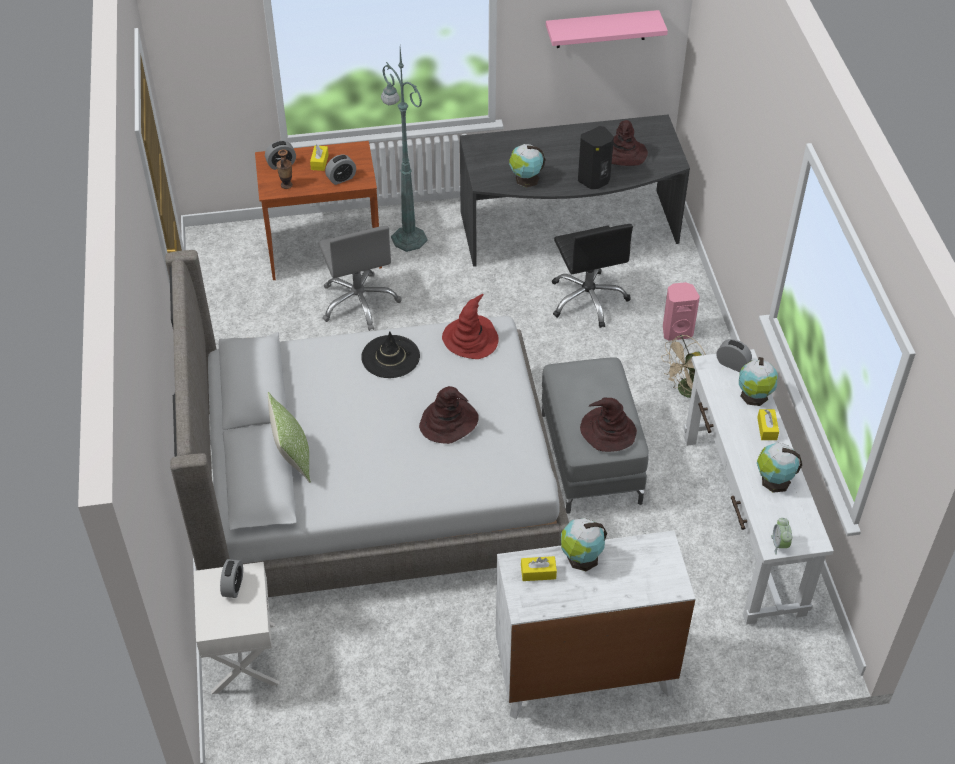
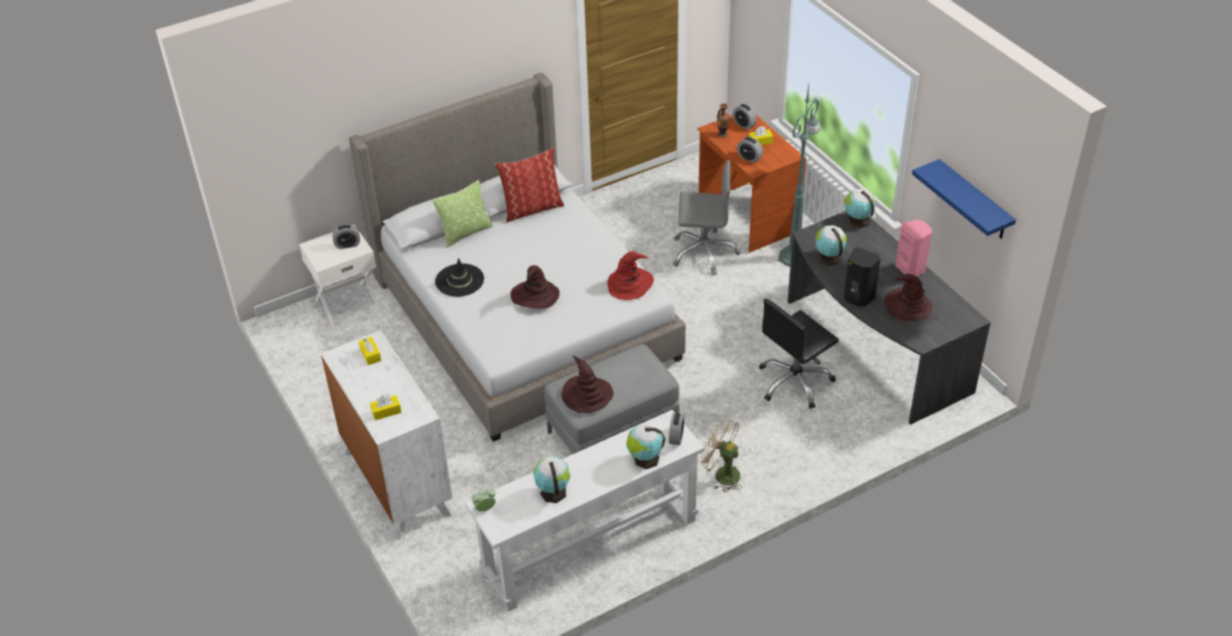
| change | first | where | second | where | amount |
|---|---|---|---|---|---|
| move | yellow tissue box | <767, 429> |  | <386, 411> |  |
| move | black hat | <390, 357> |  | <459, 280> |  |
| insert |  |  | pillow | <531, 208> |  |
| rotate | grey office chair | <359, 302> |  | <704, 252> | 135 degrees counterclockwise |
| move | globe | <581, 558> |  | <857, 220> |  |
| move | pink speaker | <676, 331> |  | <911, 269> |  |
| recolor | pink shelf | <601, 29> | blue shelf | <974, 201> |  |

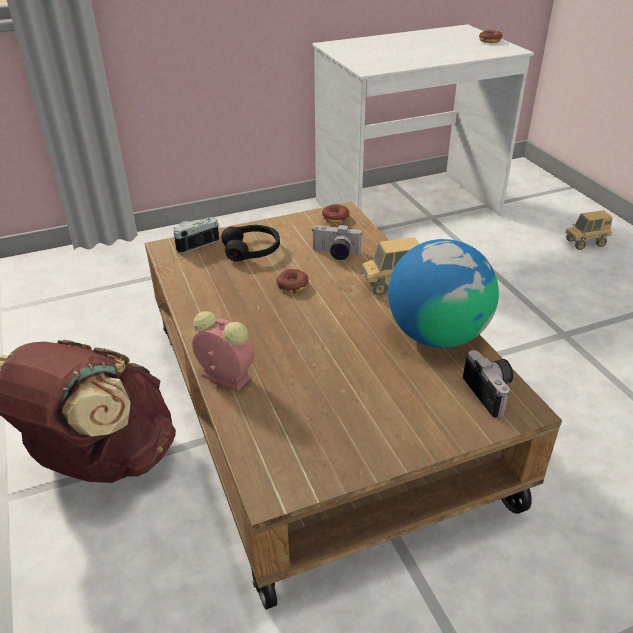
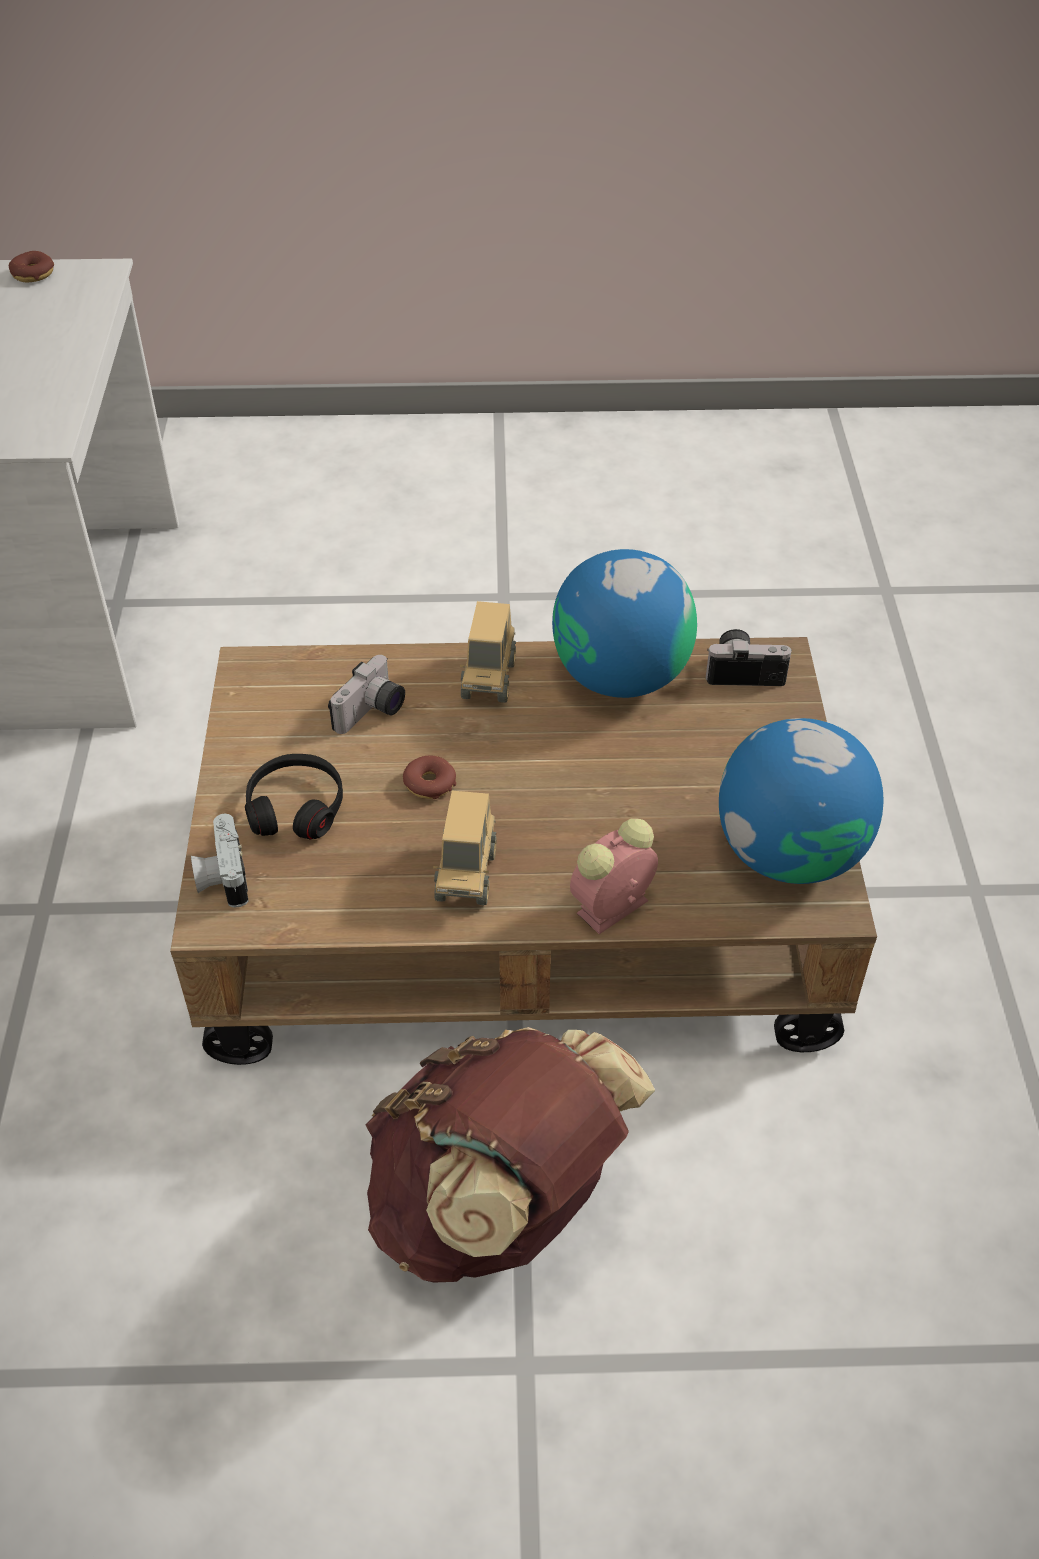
| change | first | where | second | where | amount |
|---|---|---|---|---|---|
| move | toy truck | <585, 243> |  | <466, 874> |  |
| insert |  |  | globe | <789, 853> |  |
| delete | donut | <335, 218> |  |  |  |

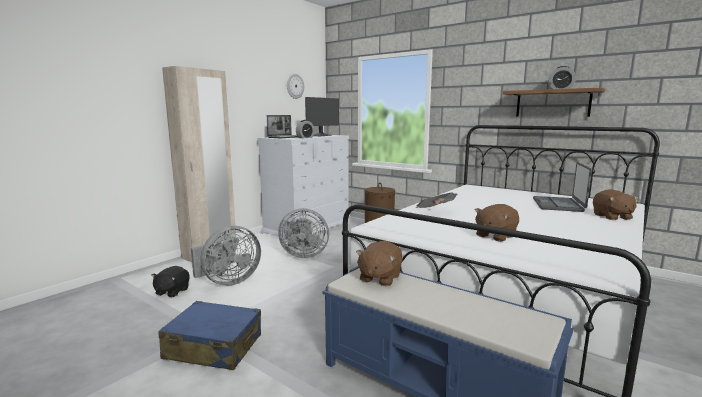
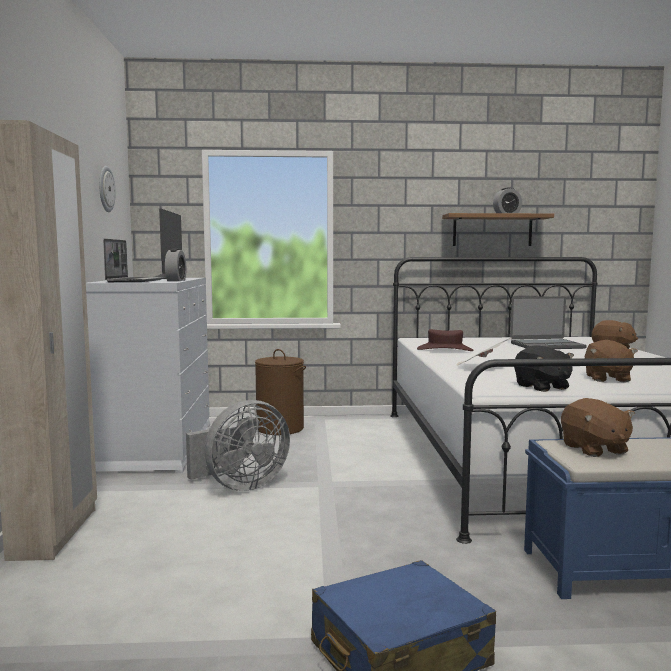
| change | first | where | second | where | amount |
|---|---|---|---|---|---|
| insert |  |  | brown hat | <445, 349> |  |
| rotate | laptop | <558, 205> |  | <546, 345> | 75 degrees counterclockwise |
| move | black plush toy | <172, 291> |  | <542, 387> |  |
| delete | grey fan | <228, 281> |  |  |  |

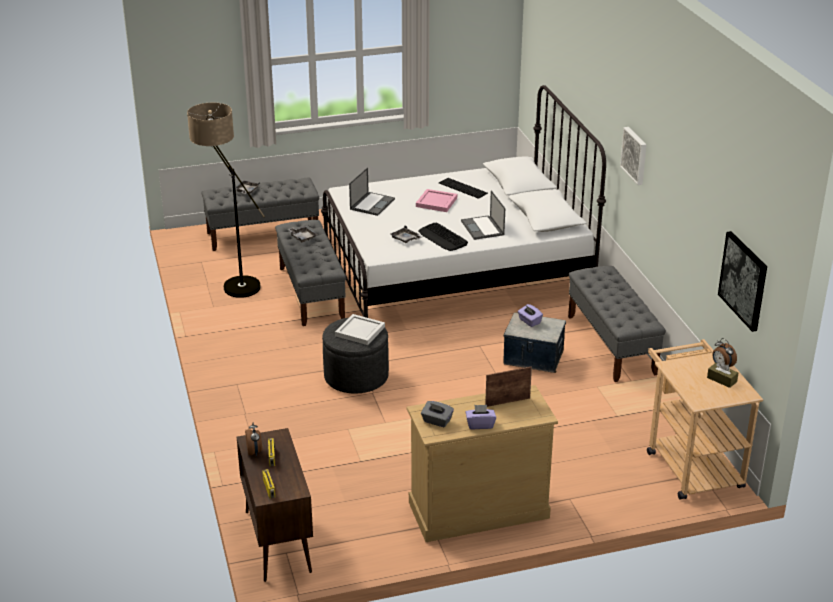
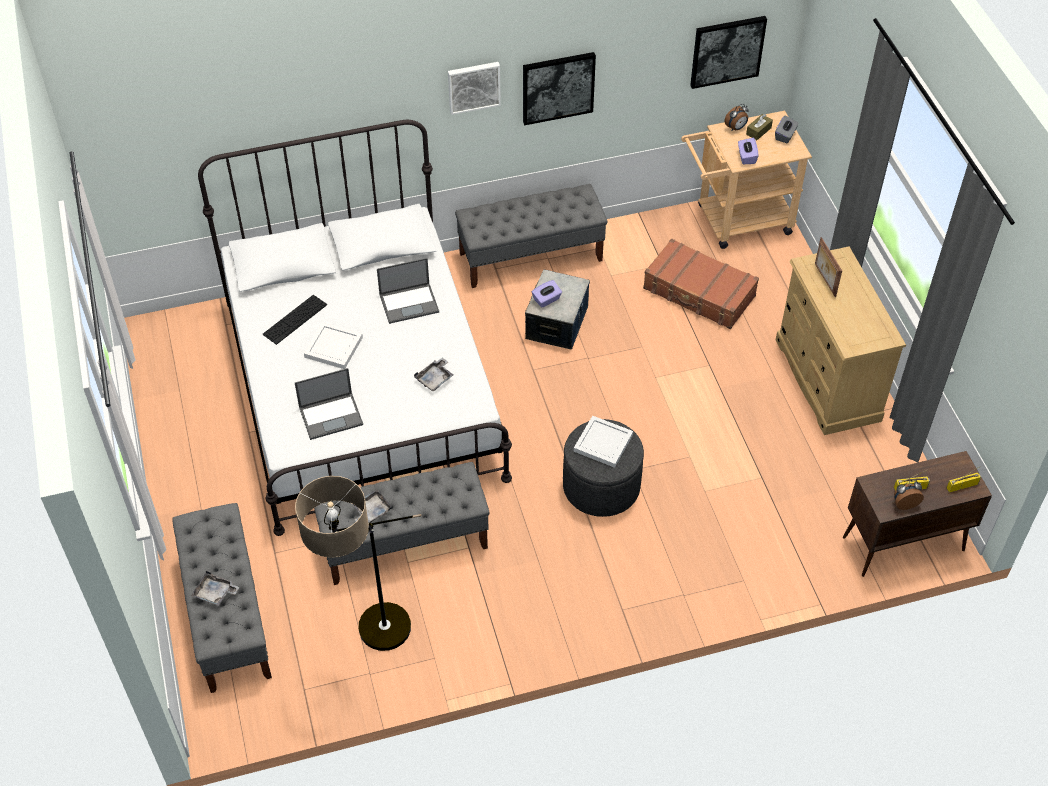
| change | first | where | second | where | amount |
|---|---|---|---|---|---|
| rotate | laptop | <372, 204> |  | <331, 415> | 135 degrees clockwise |
| recolor | pink tray | <437, 202> | white tray | <333, 346> |  |
| insert |  |  | picture | <558, 87> |  |
| insert |  |  | brown suitcase | <699, 293> |  |
| move | purple tissue box | <480, 424> |  | <746, 157> |  |
| move | grey tissue box | <436, 421> |  | <785, 136> |  |
| delete | keyboard | <442, 238> |  |  |  |

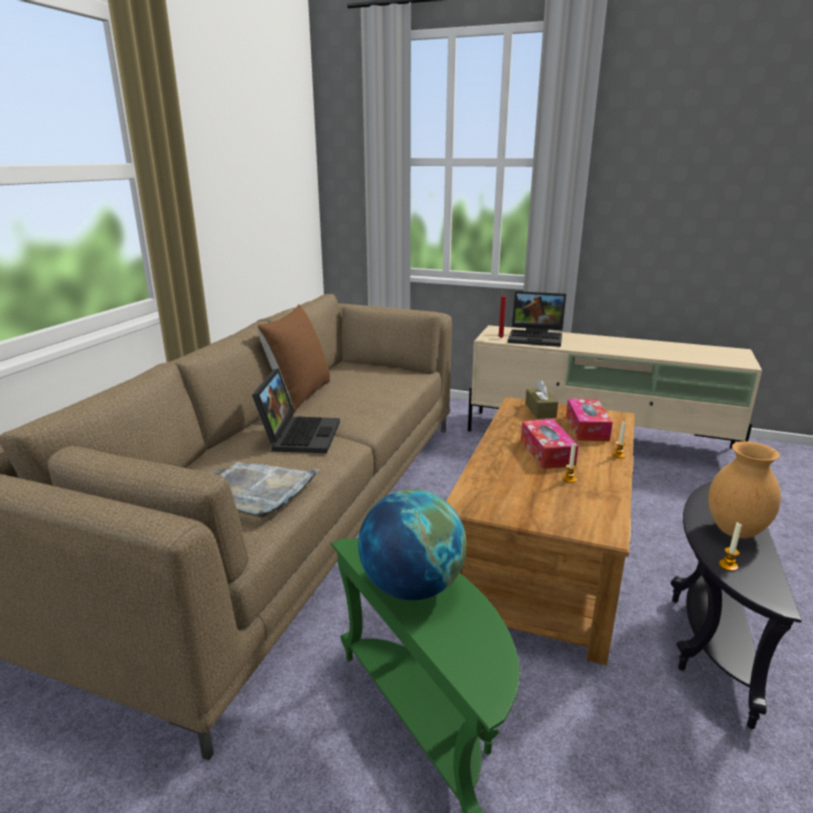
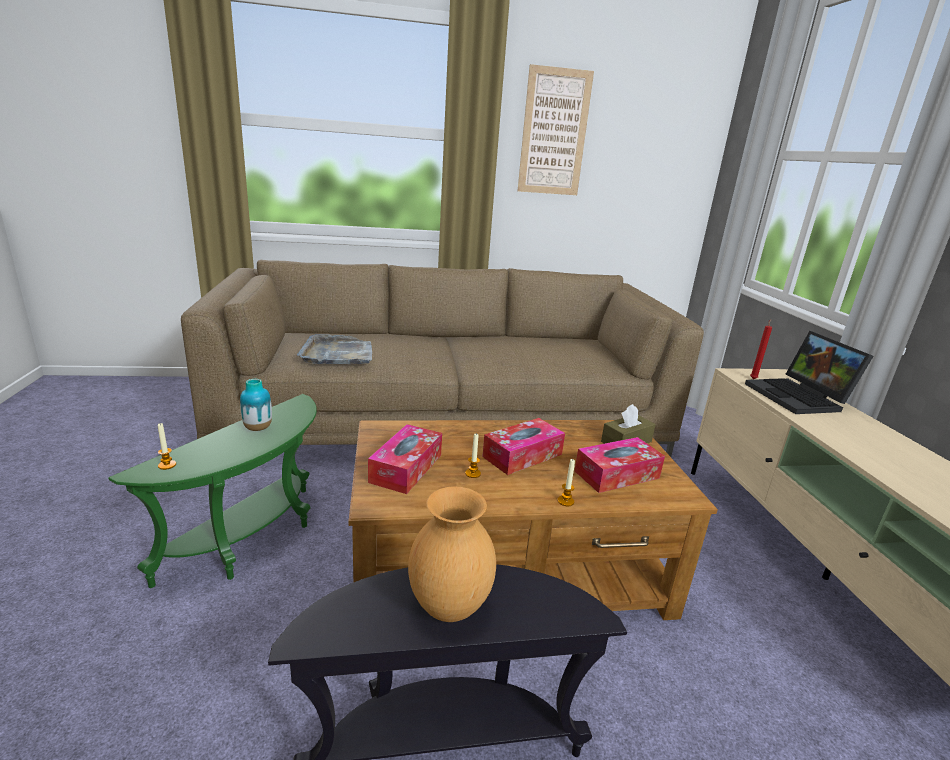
| change | first | where | second | where | amount |
|---|---|---|---|---|---|
| move | candle | <728, 565> |  | <167, 465> |  |
| replace | globe | <411, 587> | vase | <258, 428> |  |
| insert |  |  | tissue box | <406, 468> |  |
| insert |  |  | picture | <554, 133> |  |
| delete | laptop | <299, 435> |  |  |  |
| delete | brown pillow | <299, 394> |  |  |  |

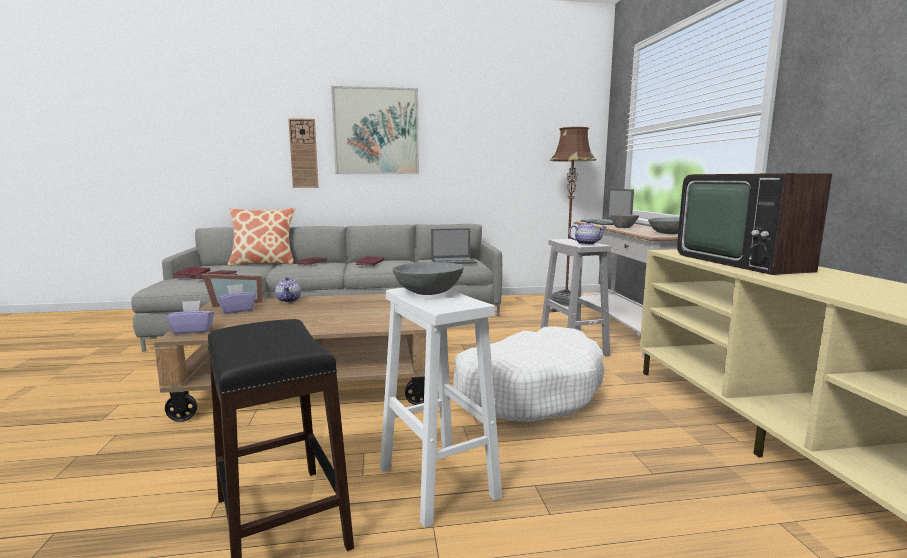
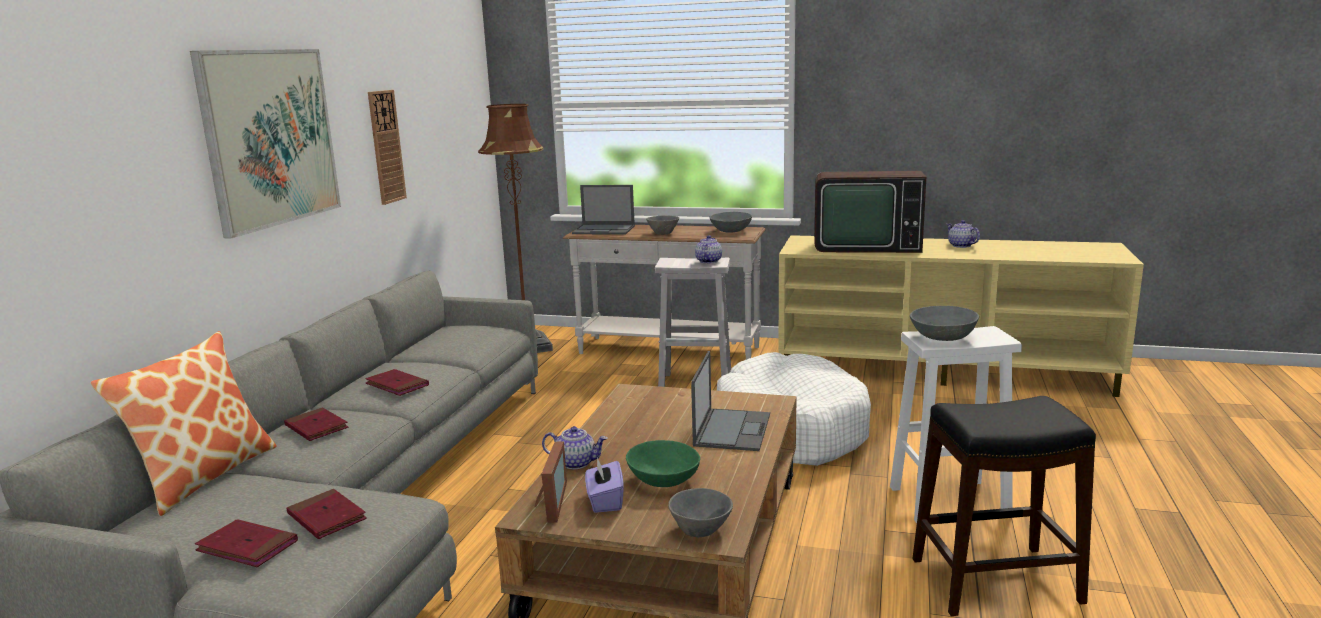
| change | first | where | second | where | amount |
|---|---|---|---|---|---|
| move | wall clock | <303, 153> |  | <386, 147> |  |
| insert |  |  | green bowl | <662, 480> |  |
| replace | purple tissue box | <193, 330> | grey bowl | <702, 530> |  |
| move | laptop | <454, 261> |  | <732, 429> |  |
| insert |  |  | teapot | <961, 245> |  |

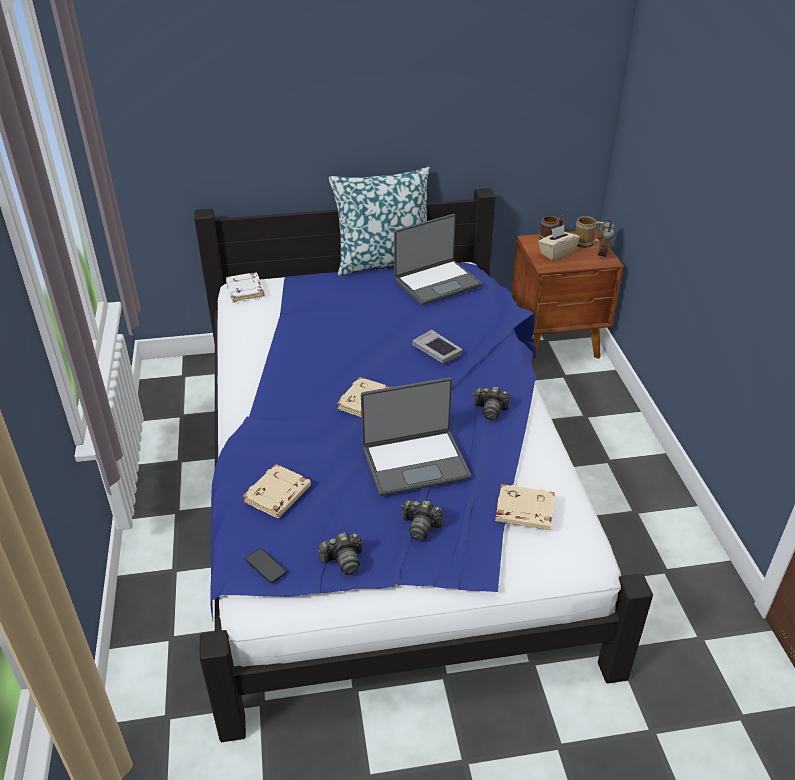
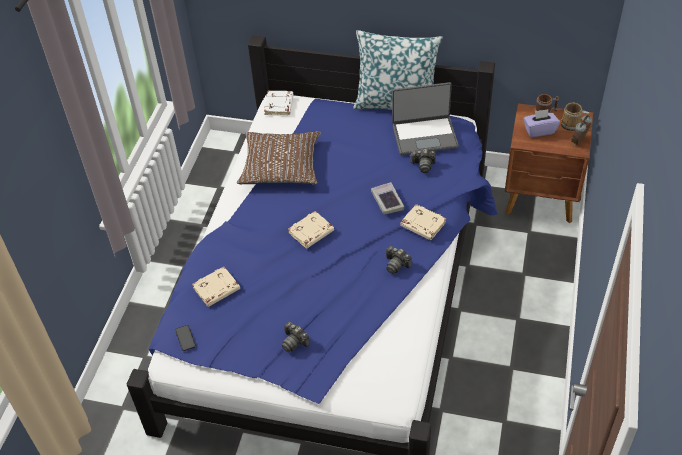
| change | first | where | second | where | amount |
|---|---|---|---|---|---|
| insert |  |  | brown pillow | <280, 165> |  |
| move | beige book | <523, 511> |  | <422, 225> |  |
| move | photo camera | <343, 561> |  | <423, 165> |  |
| recolor | beige tissue box | <556, 253> | purple tissue box | <539, 130> |  |
| delete | laptop | <415, 462> |  |  |  |

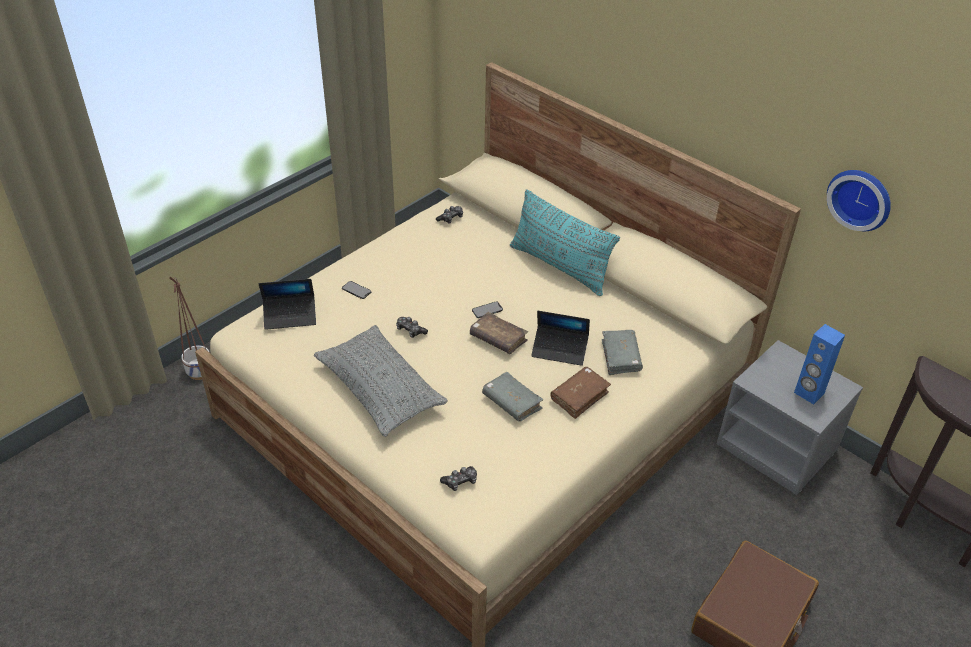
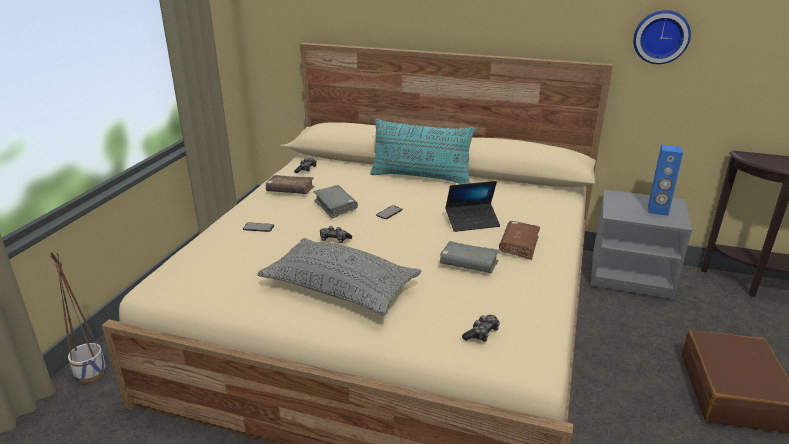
| change | first | where | second | where | amount |
|---|---|---|---|---|---|
| move | brown book | <498, 339> |  | <290, 191> |  |
| move | grey book | <620, 357> |  | <335, 206> |  |
| delete | laptop | <290, 316> |  |  |  |

